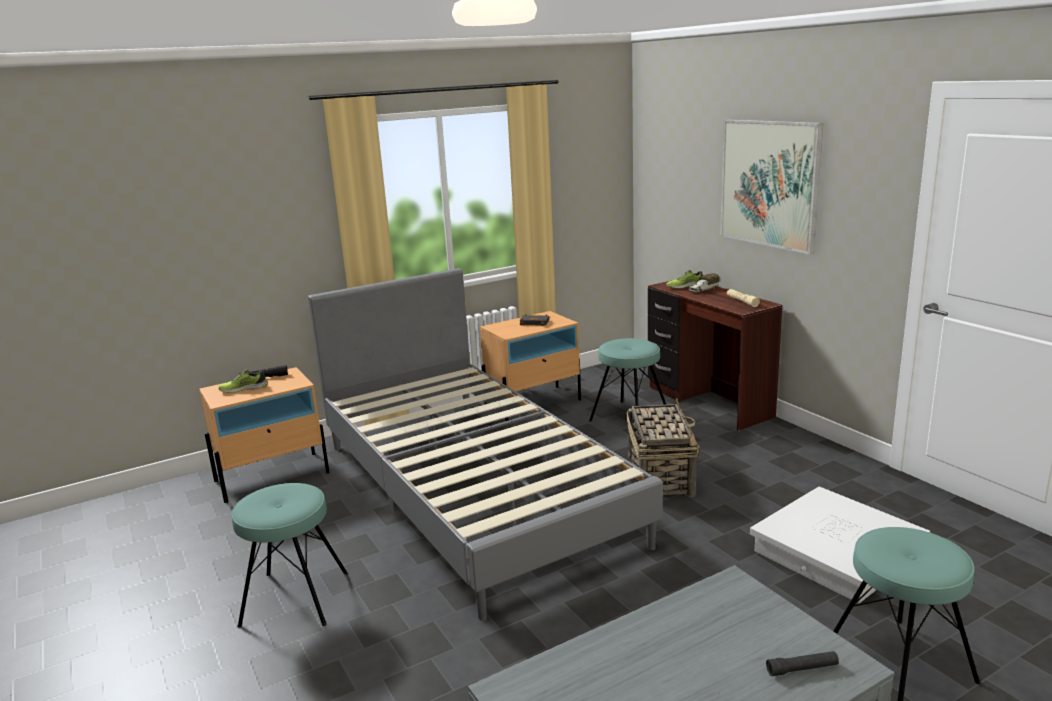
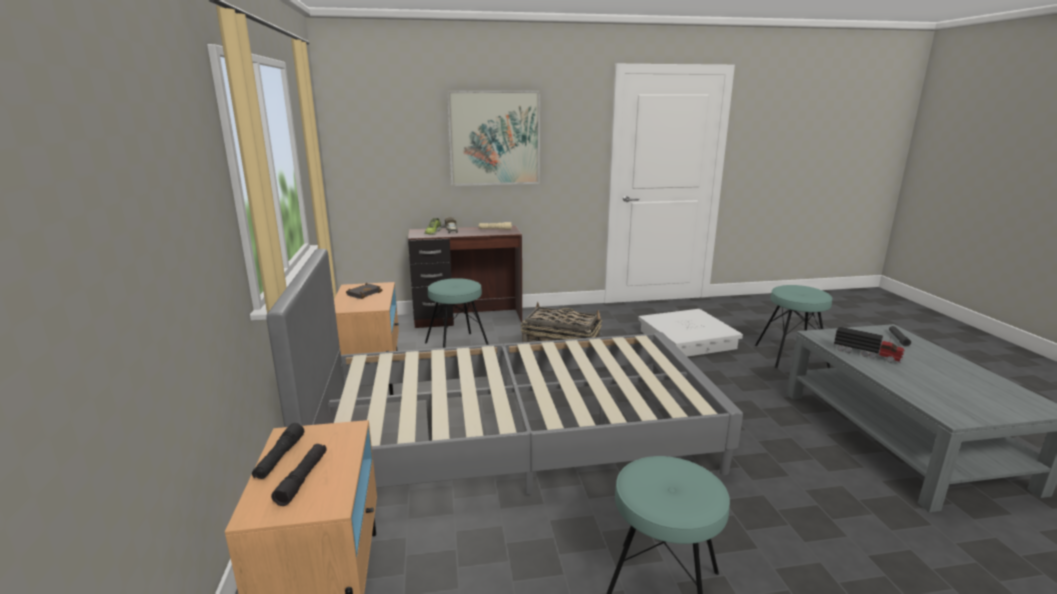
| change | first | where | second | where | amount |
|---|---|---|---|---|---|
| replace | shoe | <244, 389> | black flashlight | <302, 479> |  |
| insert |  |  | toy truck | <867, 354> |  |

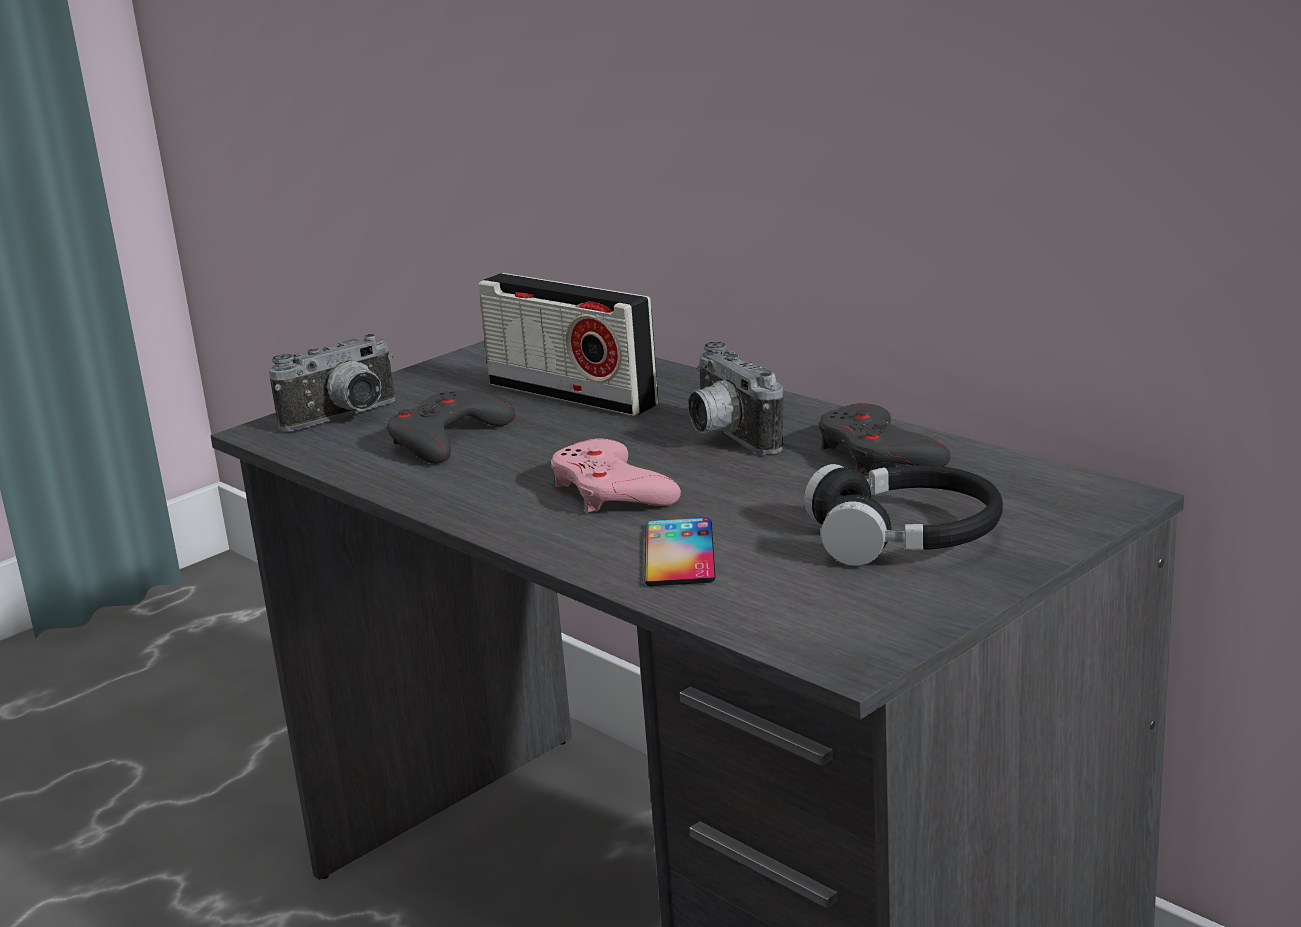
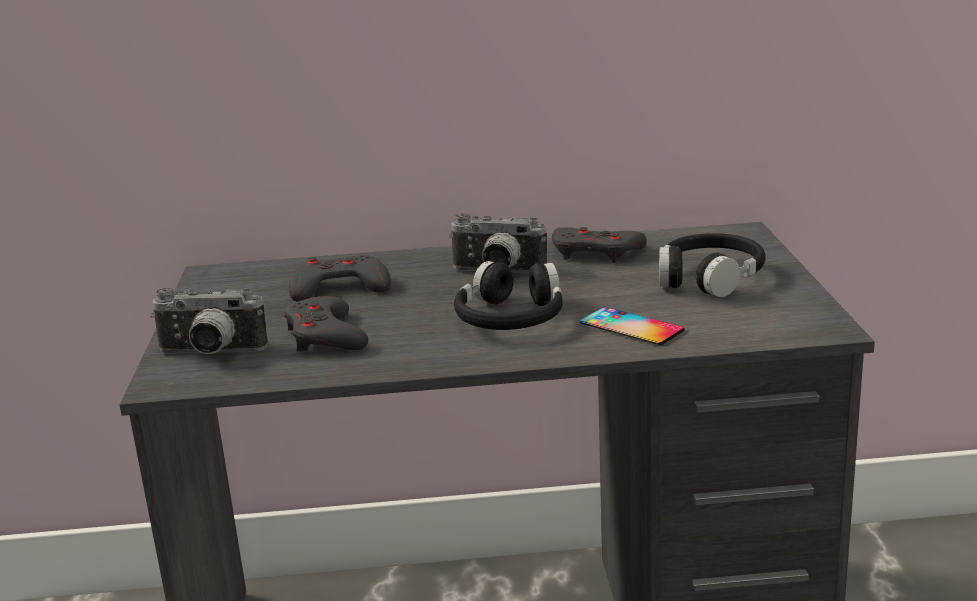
| change | first | where | second | where | amount |
|---|---|---|---|---|---|
| rotate | photo camera | <345, 418> |  | <210, 354> | 90 degrees clockwise |
| replace | radio | <572, 395> | grey game controller | <339, 288> |  |
| replace | pink game controller | <611, 491> | black headphones | <511, 318> |  |

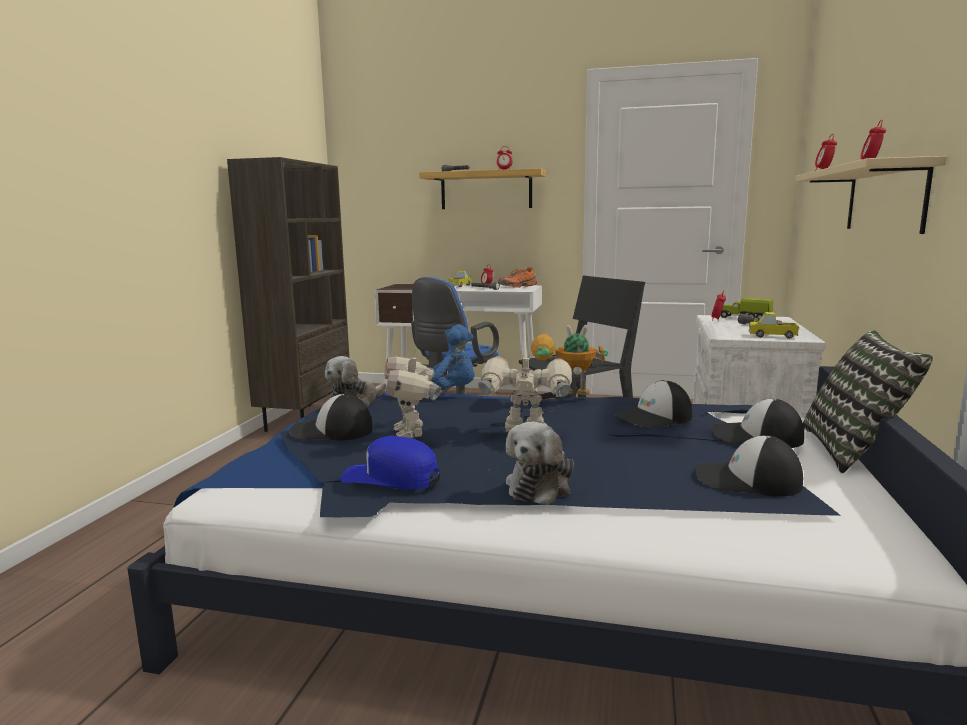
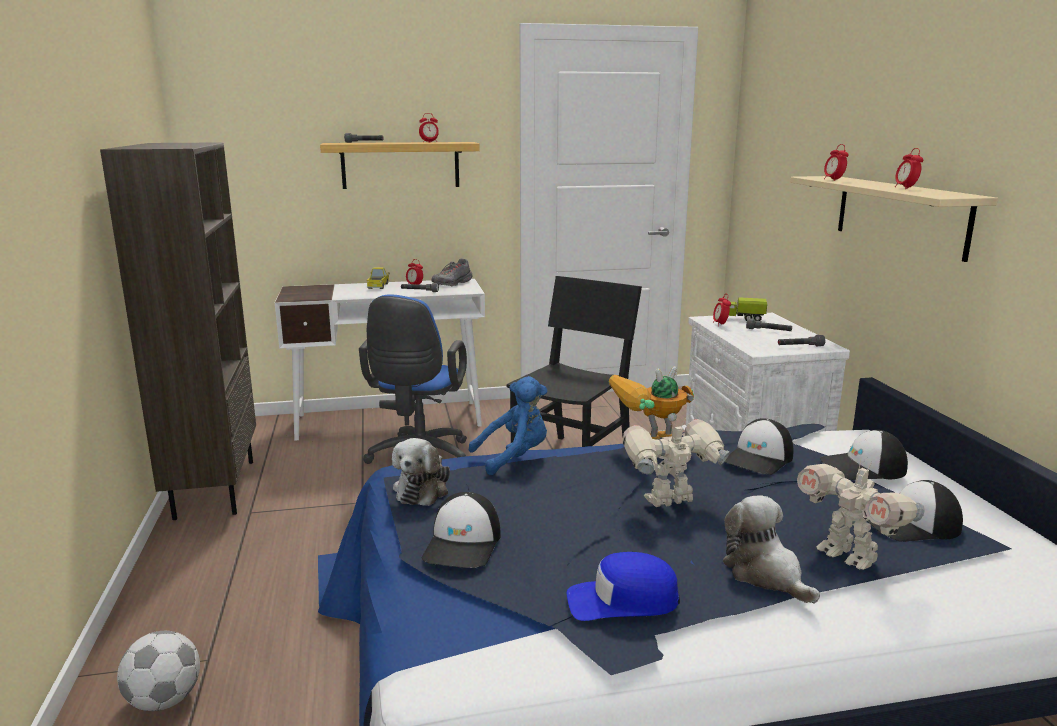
| change | first | where | second | where | amount |
|---|---|---|---|---|---|
| insert |  |  | football | <164, 700> |  |
| rotate | cap | <331, 431> |  | <463, 544> | 60 degrees counterclockwise |
| recolor | orange shoe | <518, 286> | grey shoe | <452, 283> |  |
| rotate | plush toy | <540, 486> |  | <765, 574> | 150 degrees clockwise |
| replace | toy truck | <772, 336> | grey flashlight | <800, 346> |  |
| move | toy robot | <411, 432> |  | <848, 555> |  |
| delete | pillow | <854, 450> |  |  |  |

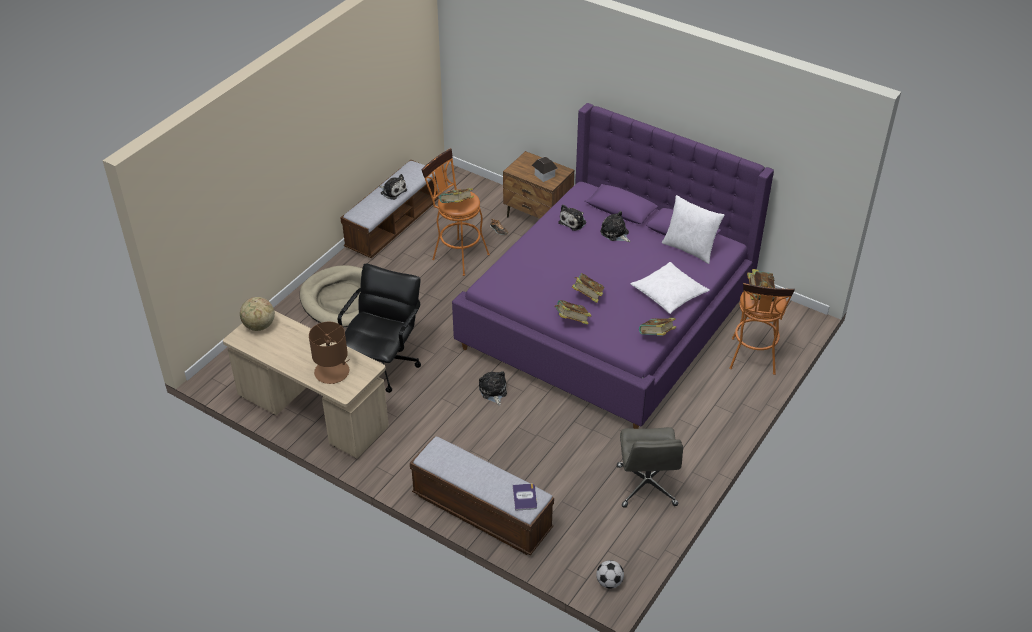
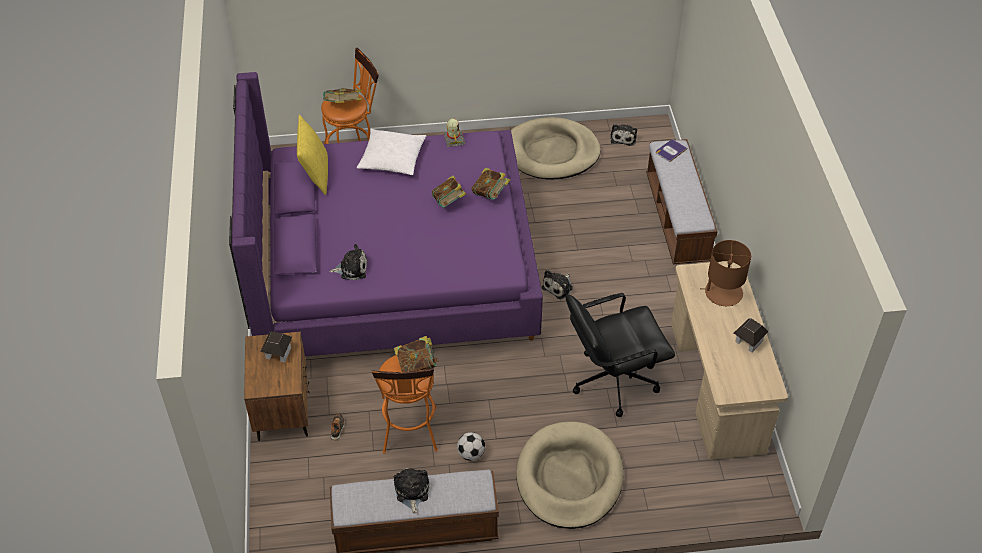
| change | first | where | second | where | amount |
|---|---|---|---|---|---|
| recolor | white pillow | <690, 248> | yellow pillow | <315, 175> |  |
| replace | book | <656, 336> | toy robot | <453, 140> |  |
| move | football | <609, 582> |  | <471, 454> |  |
| replace | grey office chair | <647, 486> | beige dog bed | <551, 152> |  |
| move | plush toy | <615, 233> |  | <623, 137> |  |
| insert |  |  | toy house | <748, 341> |  |
| delete | globe | <259, 326> |  |  |  |

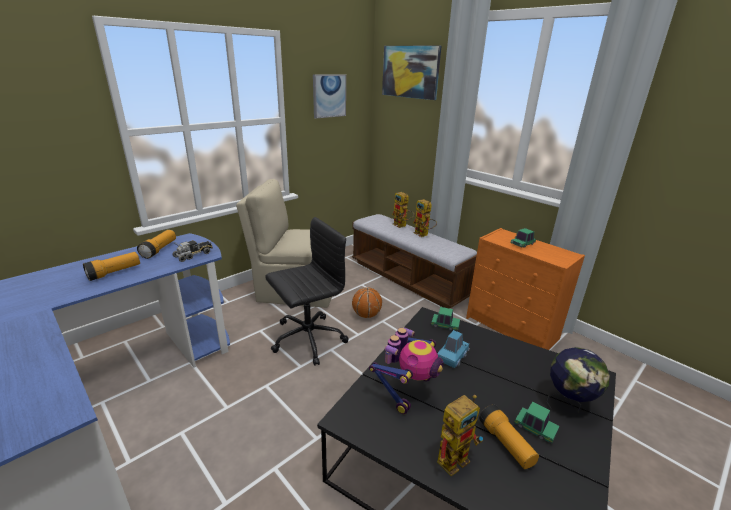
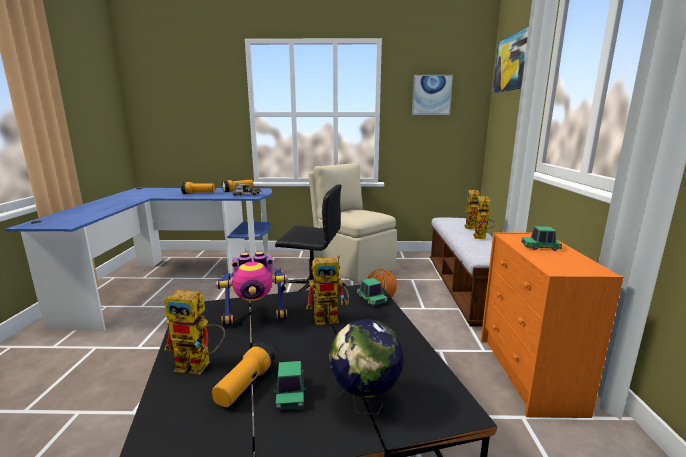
| change | first | where | second | where | amount |
|---|---|---|---|---|---|
| replace | blue toy car | <452, 356> | toy robot | <331, 318> |  |

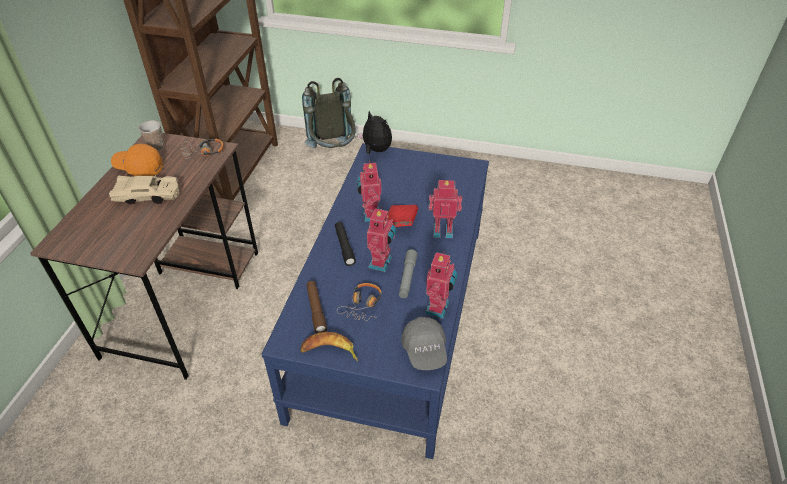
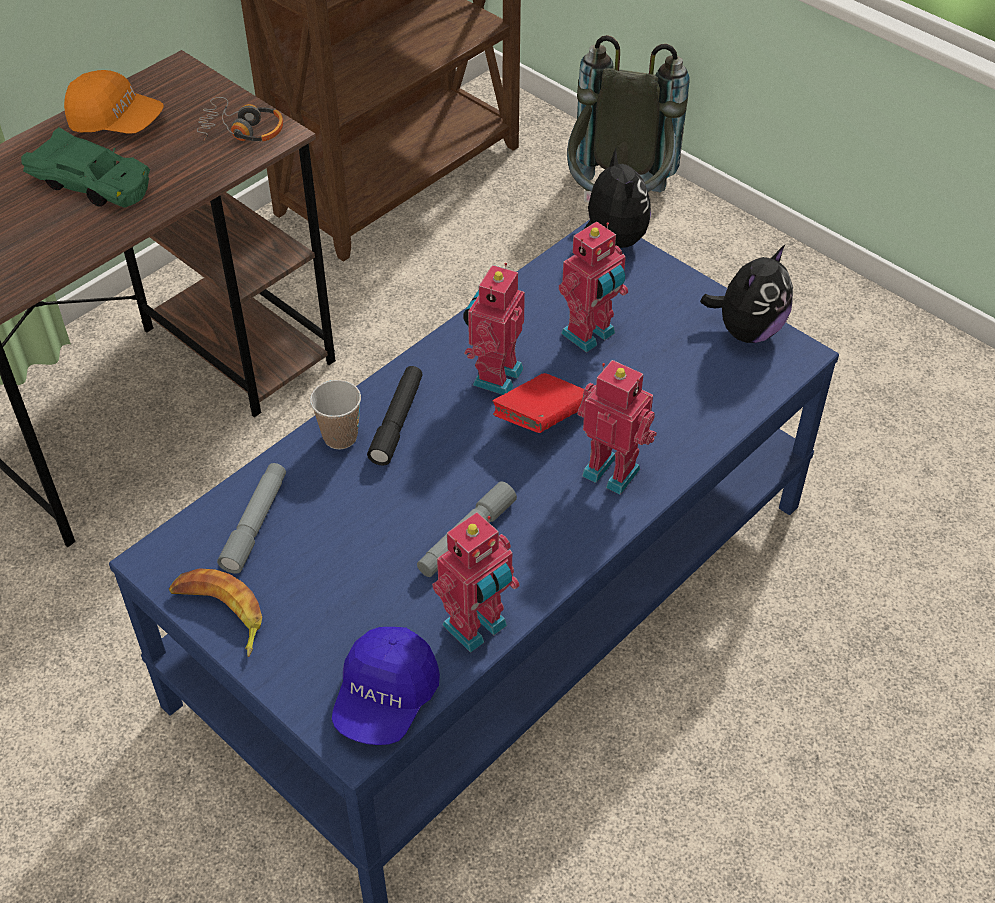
| change | first | where | second | where | amount |
|---|---|---|---|---|---|
| recolor | beige toy car | <147, 196> | green toy car | <91, 183> |  |
| rotate | orange cap | <139, 167> |  | <116, 122> | 150 degrees clockwise |
| recolor | brown flashlight | <316, 309> | grey flashlight | <255, 523> |  |
| move | cup | <156, 147> |  | <340, 437> |  |
| recolor | grey cap | <425, 351> | blue cap | <385, 699> |  |
| move | toy robot | <381, 263> |  | <590, 335> |  |
| insert |  |  | plush toy | <747, 330> |  |
| delete | headphones | <363, 305> |  |  |  |

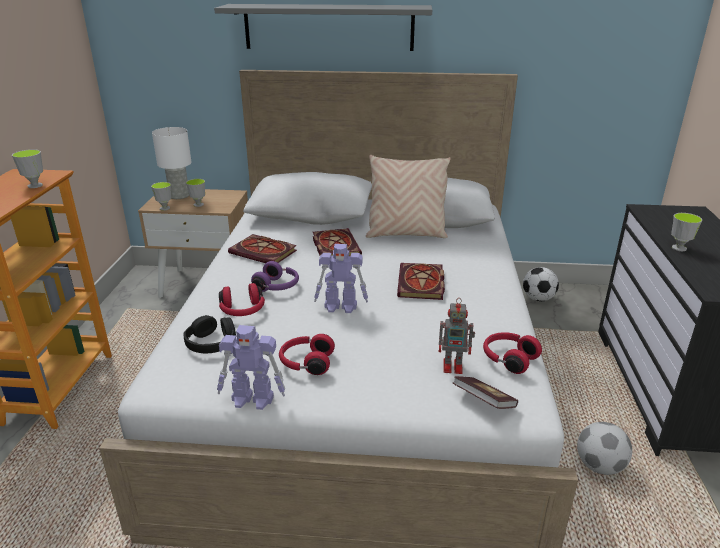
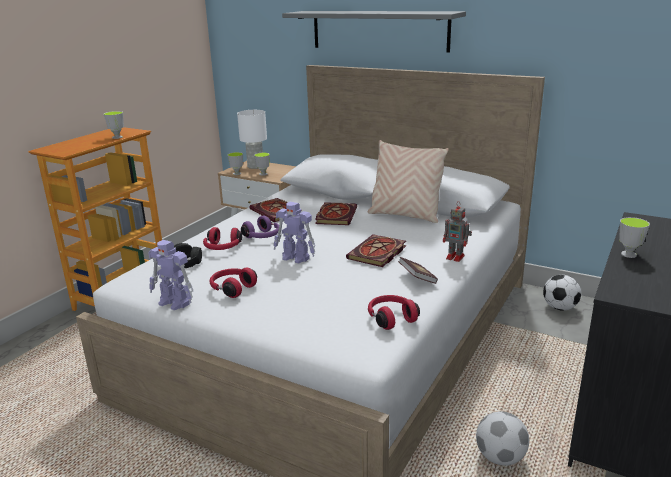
| change | first | where | second | where | amount |
|---|---|---|---|---|---|
| move | book | <483, 402> |  | <417, 278> |  |
| move | toy robot | <454, 366> |  | <456, 257> |  |

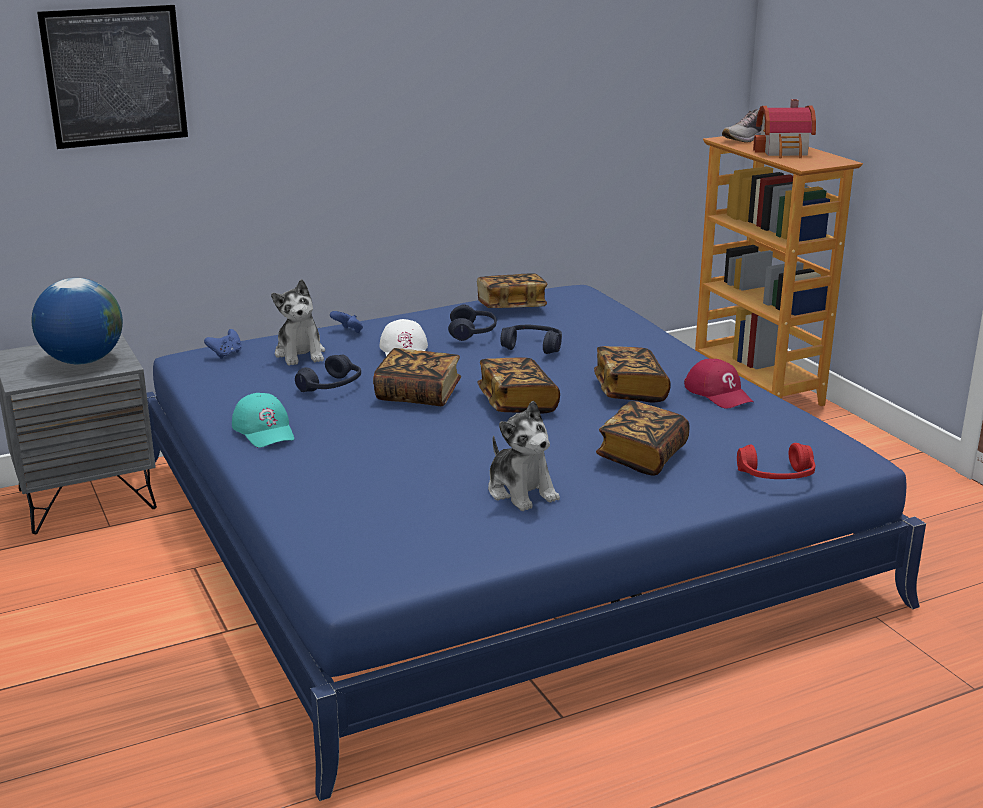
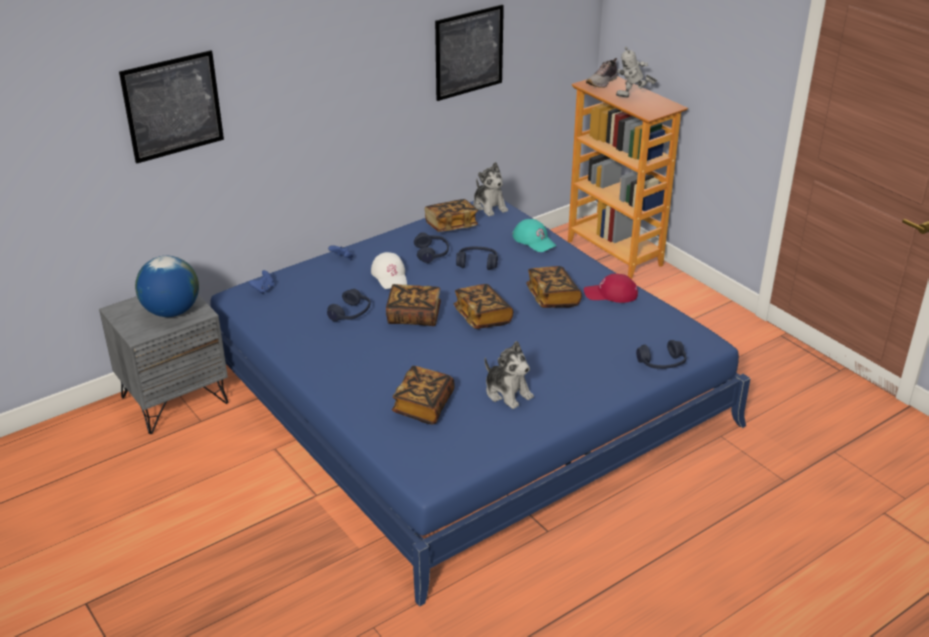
| change | first | where | second | where | amount |
|---|---|---|---|---|---|
| move | book | <642, 456> |  | <423, 406> |  |
| insert |  |  | picture | <469, 52> |  |
| move | plush toy | <300, 354> |  | <489, 206> |  |
| move | turquoise cap | <264, 430> |  | <534, 240> |  |
| rotate | red cap | <719, 393> |  | <611, 294> | 135 degrees clockwise |
| replace | toy house | <785, 152> | toy robot | <633, 97> |  |
| recolor | red headphones | <776, 476> | blue headphones | <662, 363> |  |

